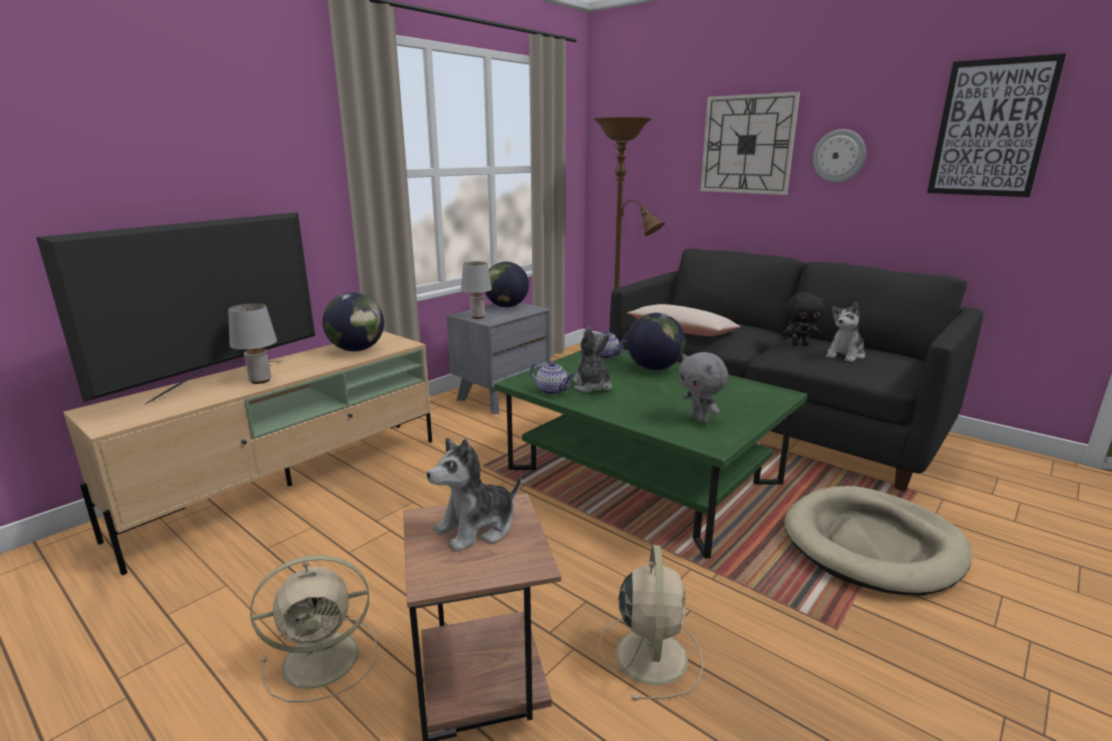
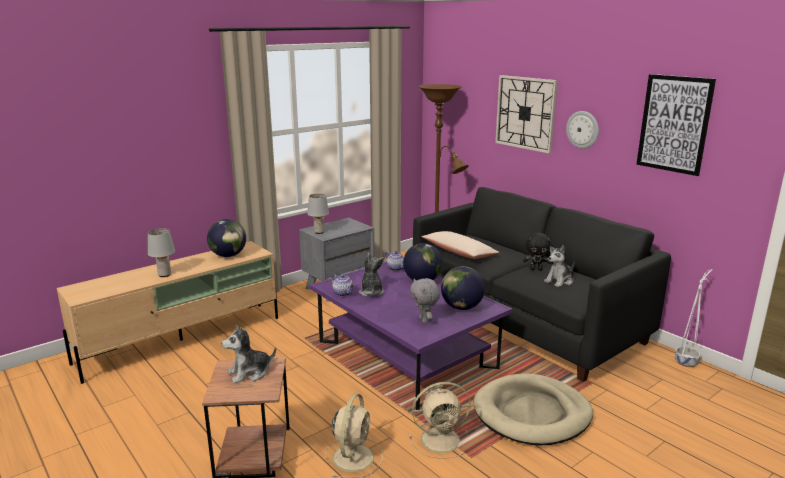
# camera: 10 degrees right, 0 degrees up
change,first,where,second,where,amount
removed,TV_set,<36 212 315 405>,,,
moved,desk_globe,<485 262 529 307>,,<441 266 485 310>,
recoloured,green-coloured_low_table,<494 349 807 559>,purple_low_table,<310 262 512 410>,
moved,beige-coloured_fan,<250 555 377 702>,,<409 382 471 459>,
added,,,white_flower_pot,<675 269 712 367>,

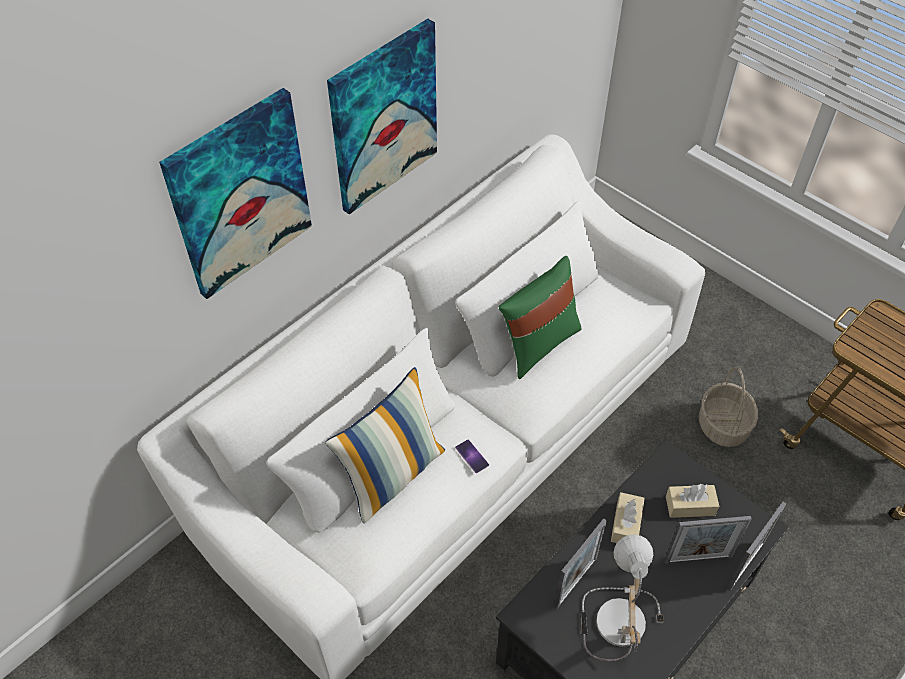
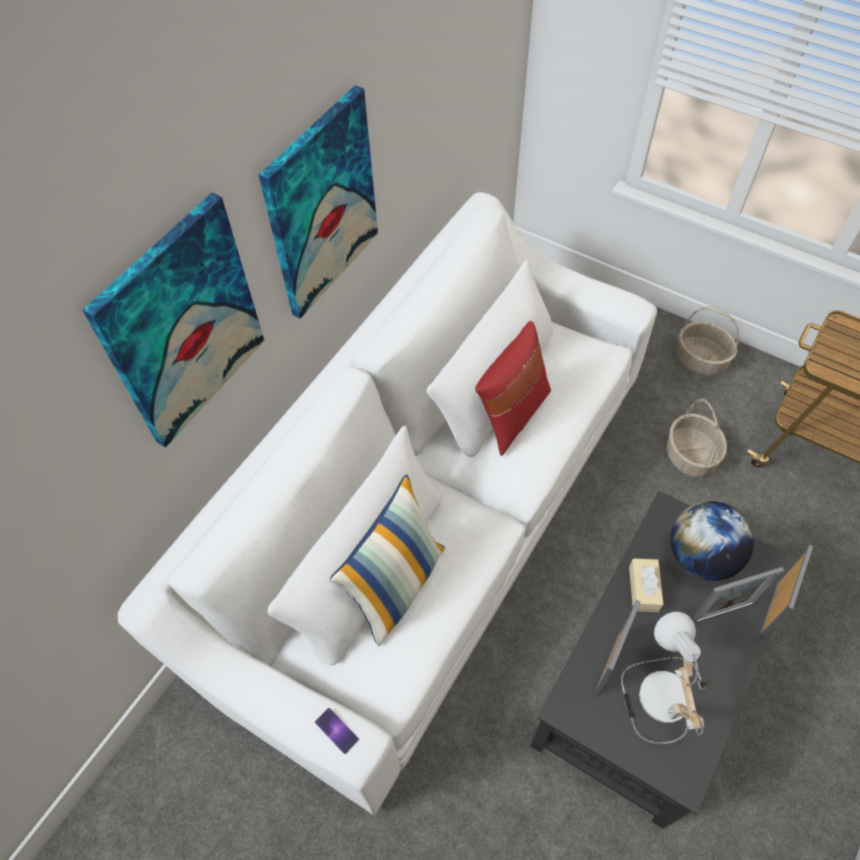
# camera: 10 degrees left, 5 degrees up
change,first,where,second,where,amount
recoloured,green-coloured_cushion,<499 256 582 379>,reddish_cushion,<475 321 551 456>,
moved,telephone,<455 439 489 473>,,<315 708 359 754>,
replaced,beige-coloured_tissue_box,<666 484 719 518>,desk_globe,<670 501 754 581>,
added,,,household_basket,<676 306 739 376>,

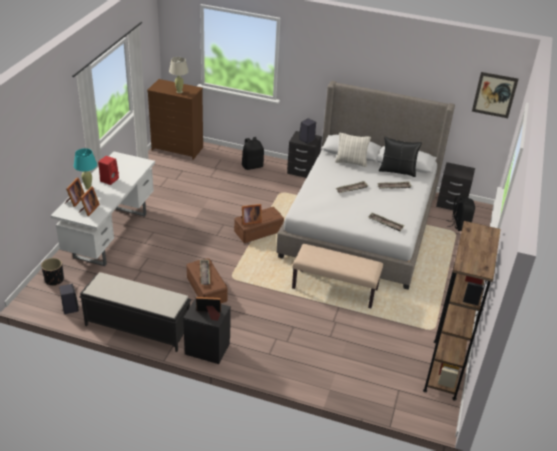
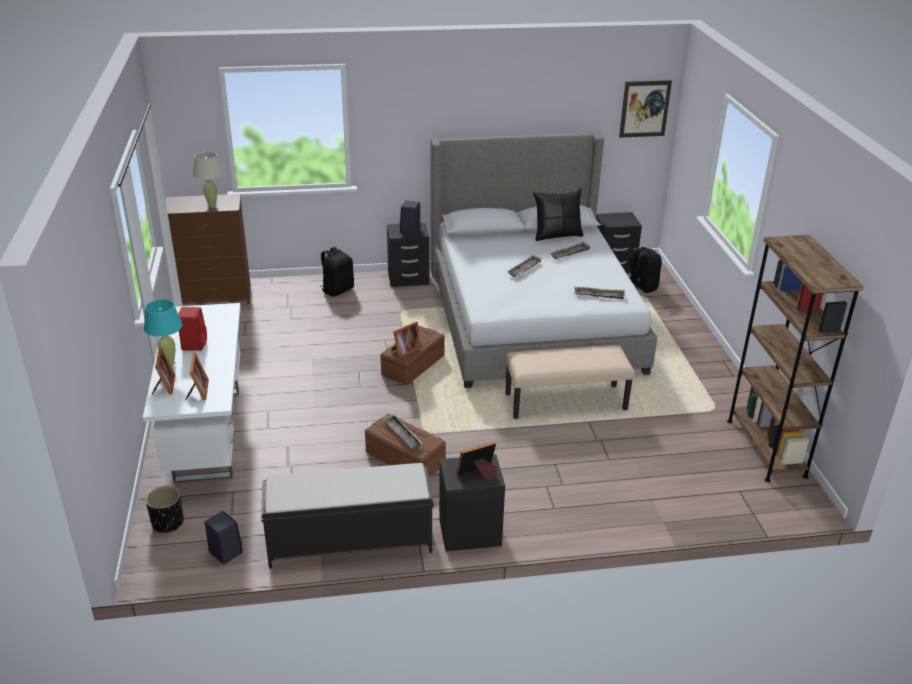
# camera: 25 degrees left, 5 degrees down
change,first,where,second,where,amount
removed,cushion,<335 133 371 167>,,,

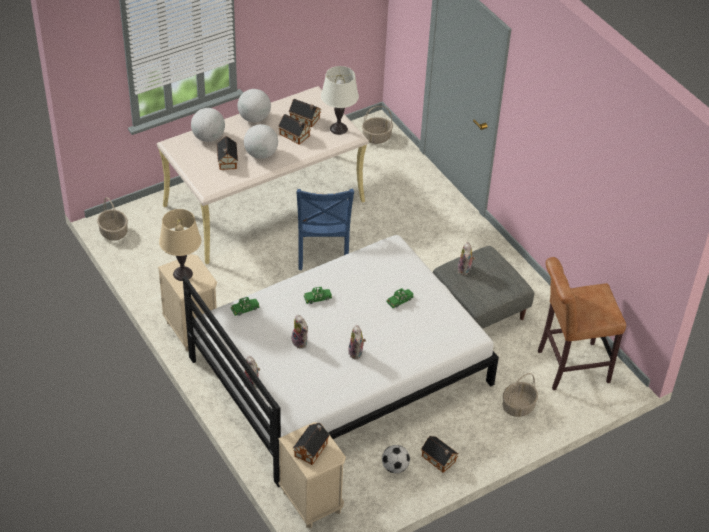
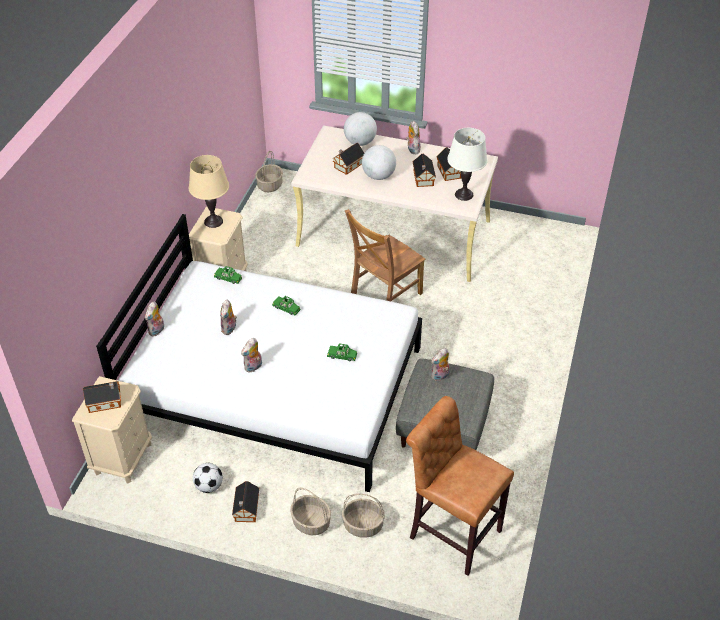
# camera: 50 degrees right, 0 degrees up
change,first,where,second,where,amount
replaced,desk_globe,<238 89 271 122>,soft_toy,<406 121 421 154>,
moved,household_basket,<362 106 393 144>,,<290 488 331 535>,
recoloured,bluish_plain_chair,<296 189 354 270>,brown-coloured_plain_chair,<345 209 426 301>,

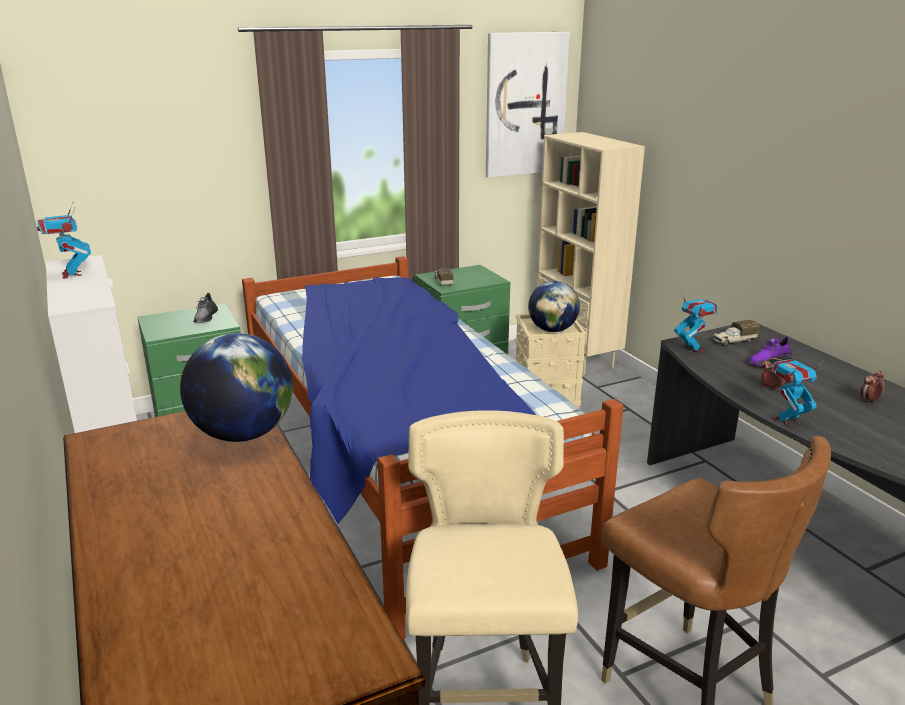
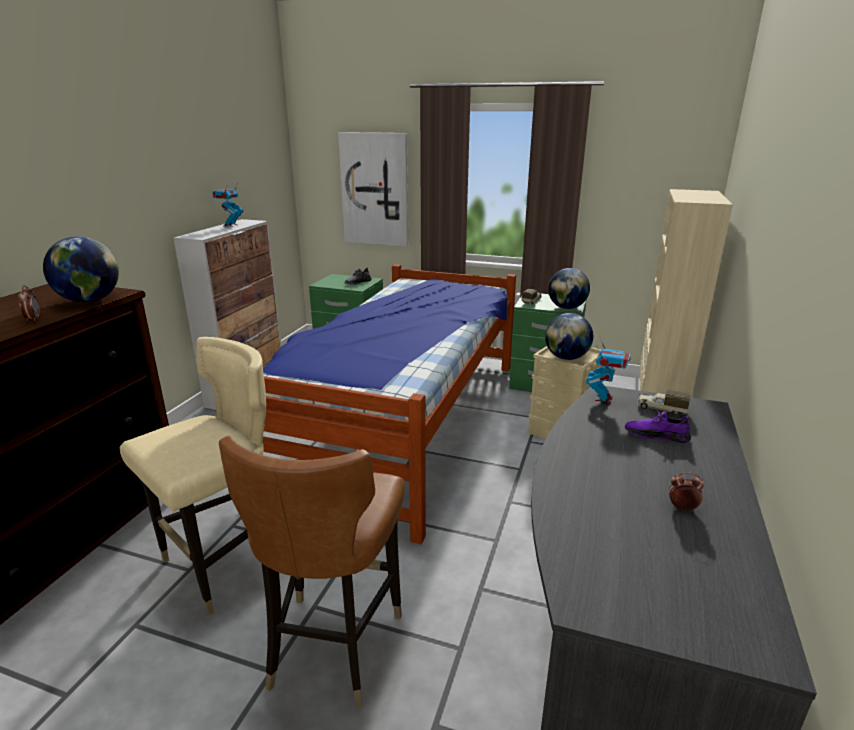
# camera: 45 degrees right, 0 degrees up
change,first,where,second,where,amount
moved,wall_art,<486 32 570 178>,,<338 132 408 247>,
moved,alarm_clock,<760 358 785 390>,,<18 285 40 321>,
removed,model_robot,<772 359 824 427>,,,
added,,,desk_globe,<548 268 590 309>,

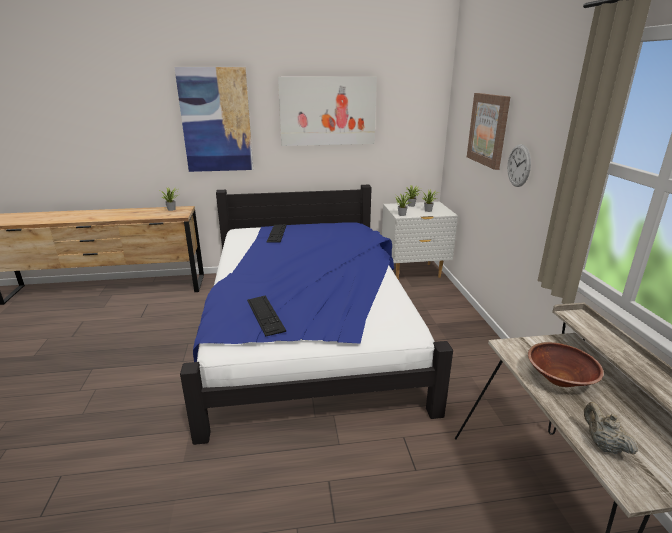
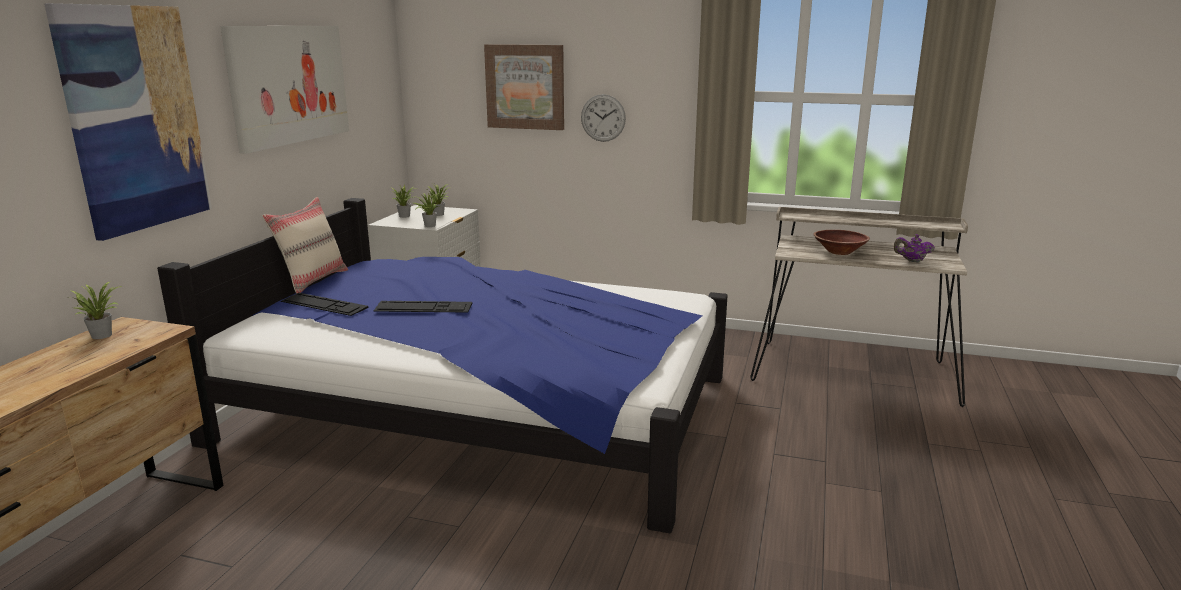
# camera: 65 degrees left, 5 degrees down
change,first,where,second,where,amount
moved,PC_keyboard,<247 295 286 337>,,<374 301 472 313>,
recoloured,beige-coloured_teapot,<584 402 638 454>,purple_teapot,<893 234 935 262>,
added,,,beige-coloured_cushion,<262 197 348 294>,

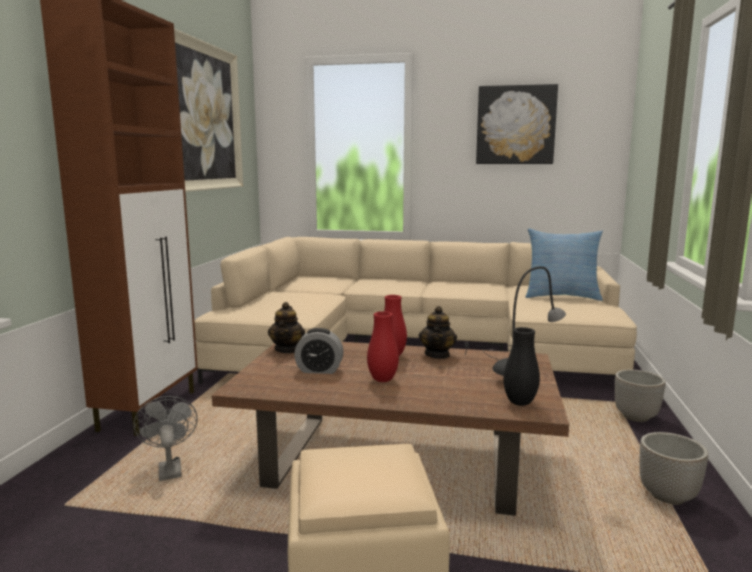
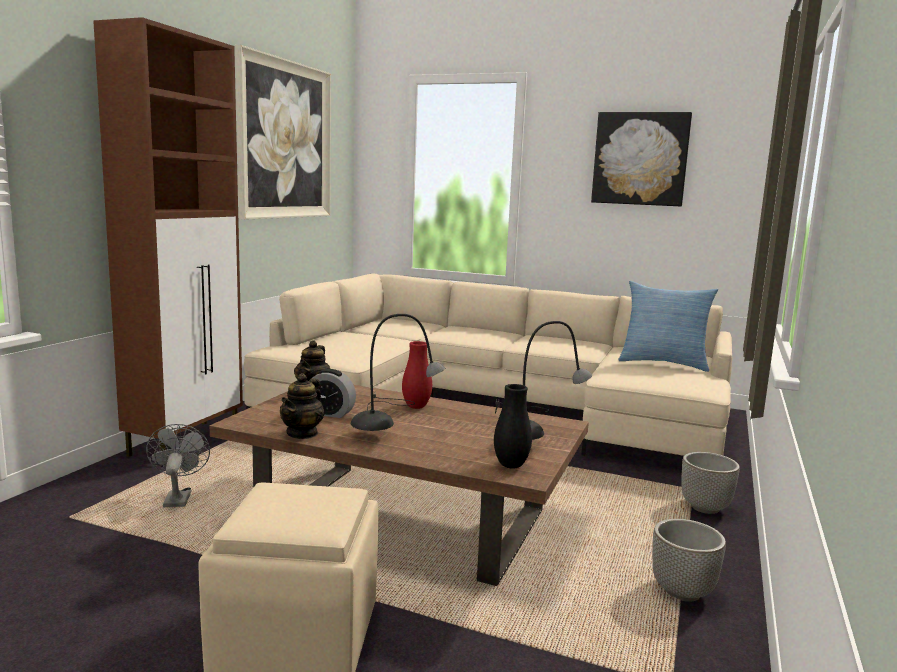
# camera: 10 degrees right, 0 degrees up
change,first,where,second,where,amount
moved,teapot,<419 306 457 359>,,<280 373 324 439>,
replaced,reddish_flower_vase,<367 311 399 382>,grey_tabletop_lamp,<351 314 445 431>,

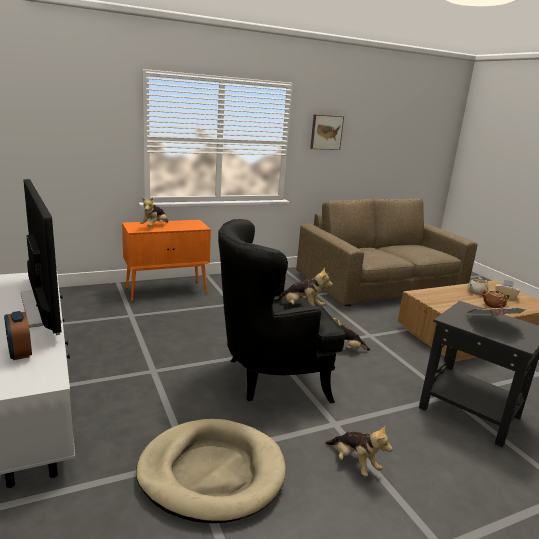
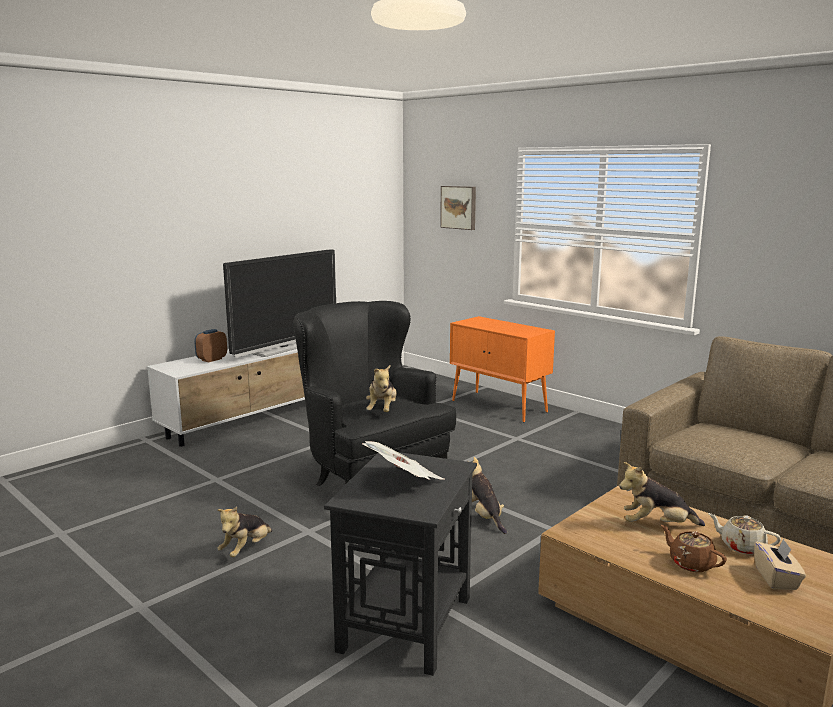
# camera: 70 degrees right, 5 degrees down
change,first,where,second,where,amount
moved,wall_art,<310 114 344 150>,,<440 186 476 230>,
moved,soft_toy,<140 197 168 227>,,<619 462 705 526>,
removed,beige-coloured_pet_bed,<136 419 286 523>,,,

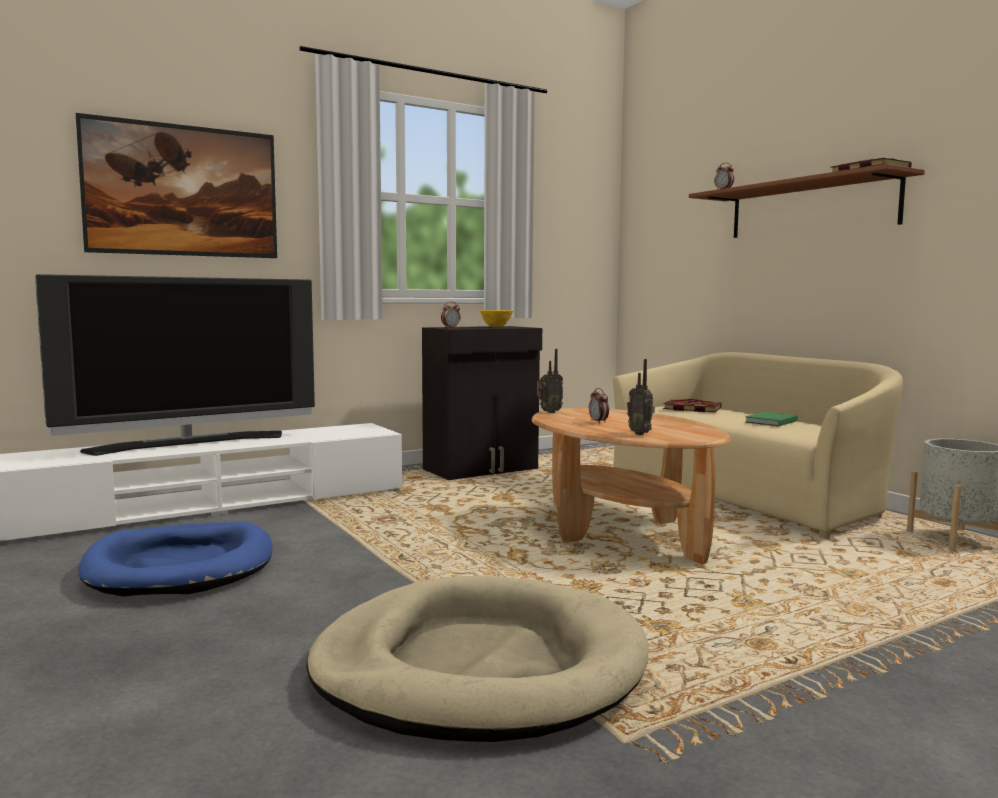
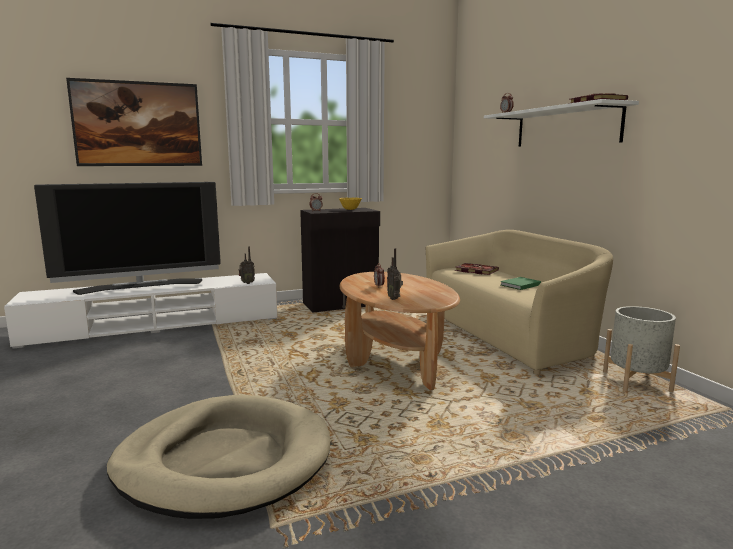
# camera: 10 degrees right, 5 degrees up
change,first,where,second,where,amount
recoloured,brown-coloured_wall_shelf,<689 164 925 238>,white_wall_shelf,<484 99 639 147>,
moved,radio_set,<537 349 563 413>,,<239 246 255 284>,
removed,bluish_pet_bed,<78 521 273 597>,,,

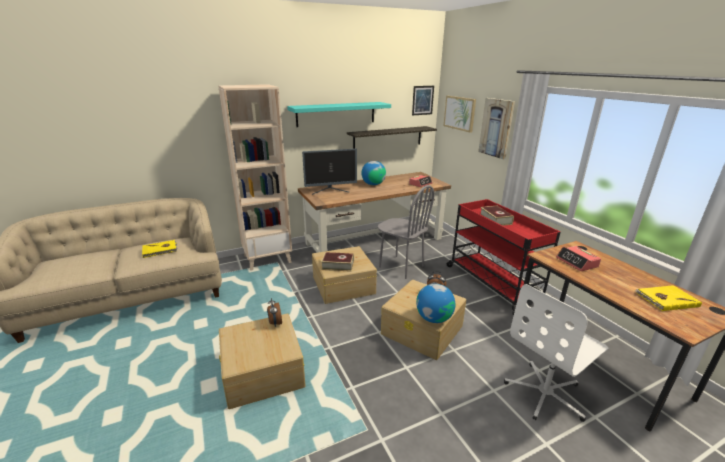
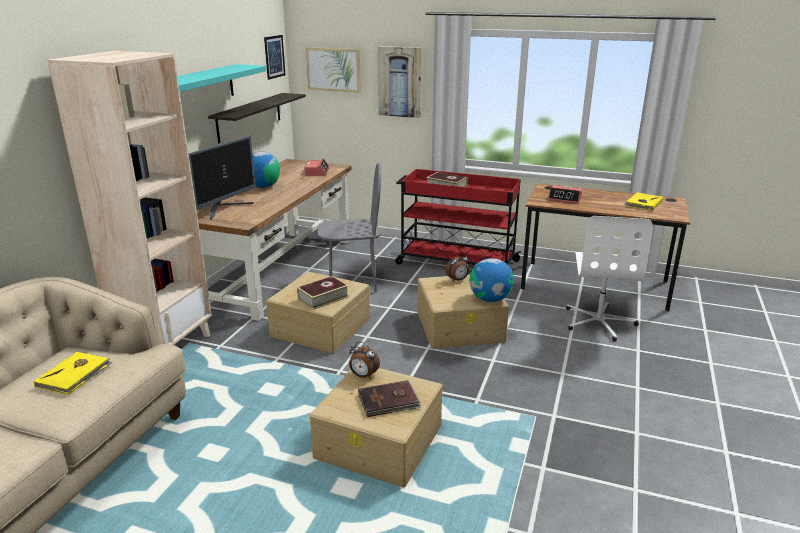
# camera: 45 degrees left, 0 degrees up
change,first,where,second,where,amount
added,,,brown-coloured_volume,<358 380 421 417>,

